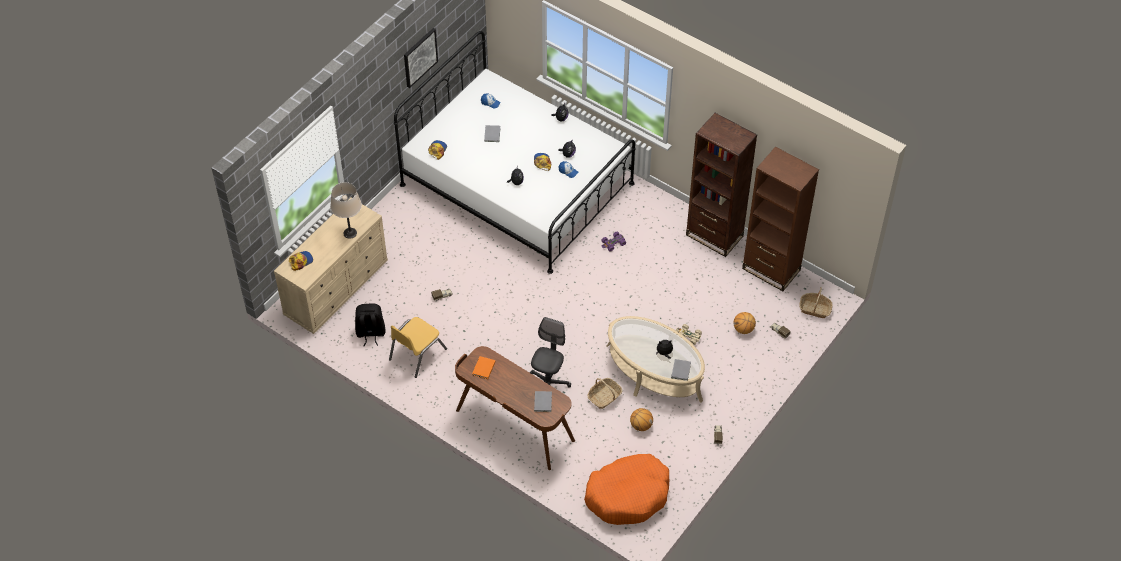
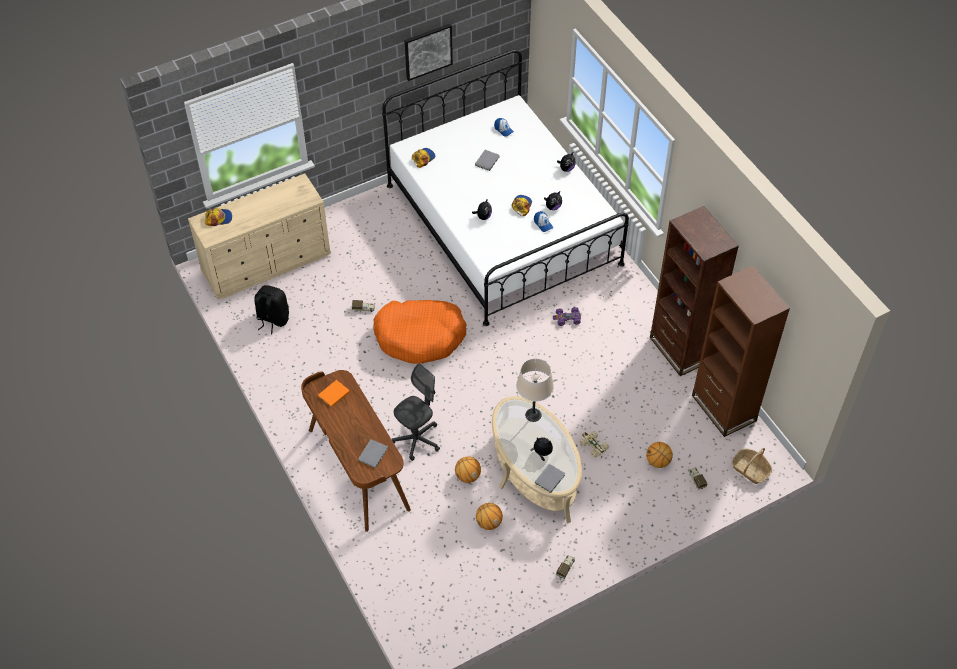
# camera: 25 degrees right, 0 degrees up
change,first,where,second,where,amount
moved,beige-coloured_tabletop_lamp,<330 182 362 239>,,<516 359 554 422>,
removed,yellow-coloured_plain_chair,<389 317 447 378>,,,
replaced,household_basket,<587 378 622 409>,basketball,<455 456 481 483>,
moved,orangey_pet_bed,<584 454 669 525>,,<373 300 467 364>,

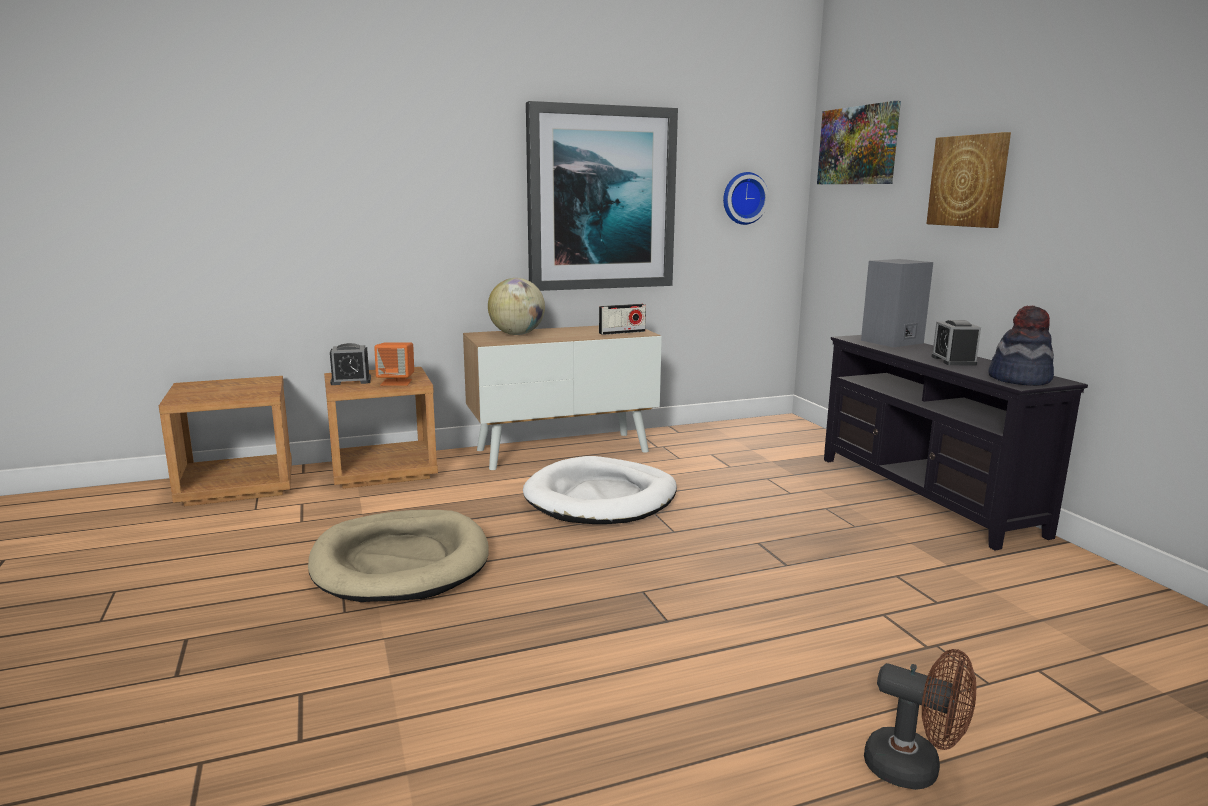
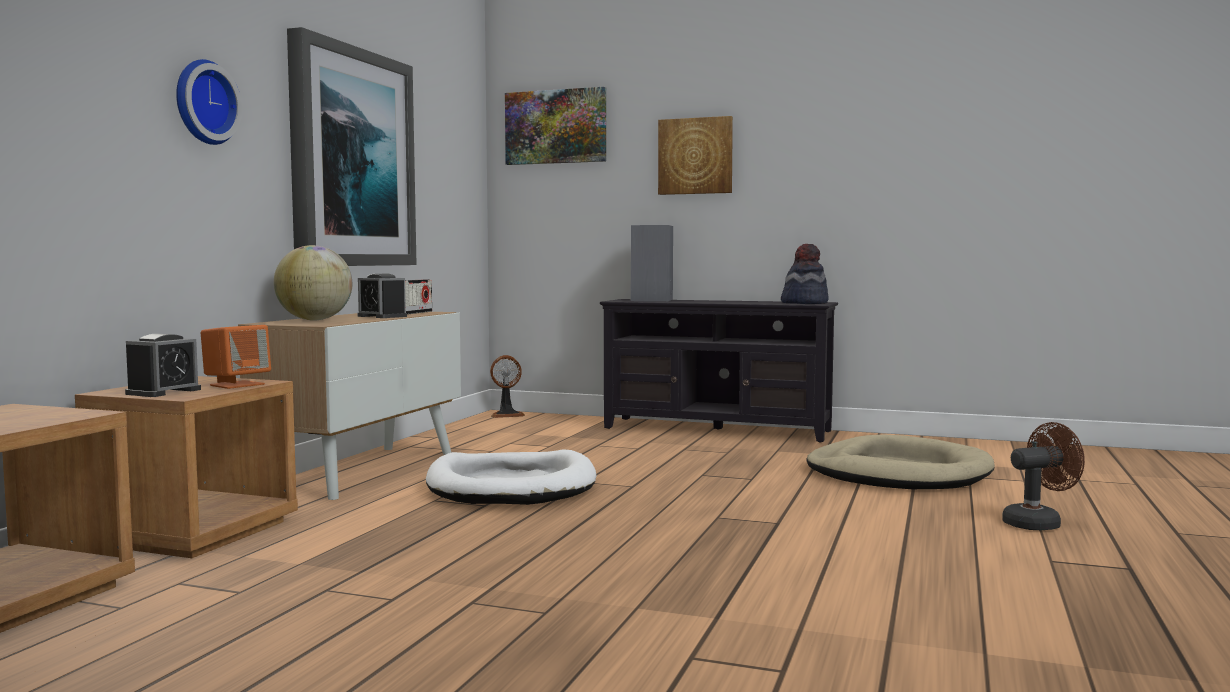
# camera: 50 degrees left, 10 degrees down
change,first,where,second,where,amount
moved,wall_clock,<723 172 769 225>,,<176 59 242 145>,
moved,alarm_clock,<931 320 981 365>,,<358 274 407 318>,
moved,beige-coloured_pet_bed,<308 510 489 602>,,<807 435 995 489>,
added,,,fan,<490 355 525 418>,

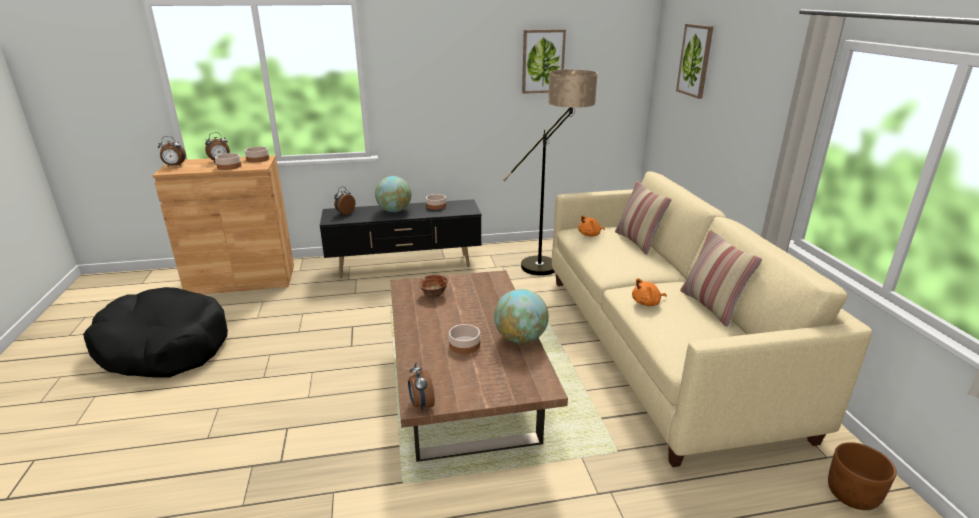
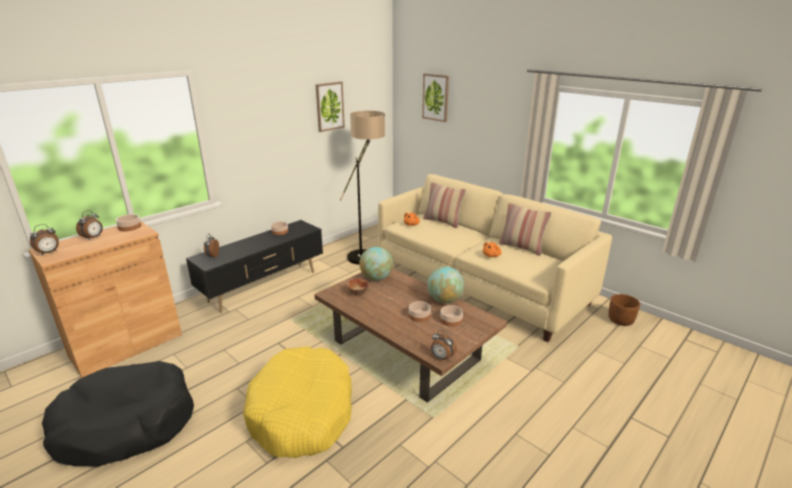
# camera: 35 degrees left, 0 degrees up
change,first,where,second,where,amount
moved,deep_dish,<215 153 242 170>,,<440 305 463 327>,
moved,desk_globe,<375 176 412 212>,,<359 247 393 281>,
added,,,yellow-coloured_pet_bed,<243 346 352 458>,

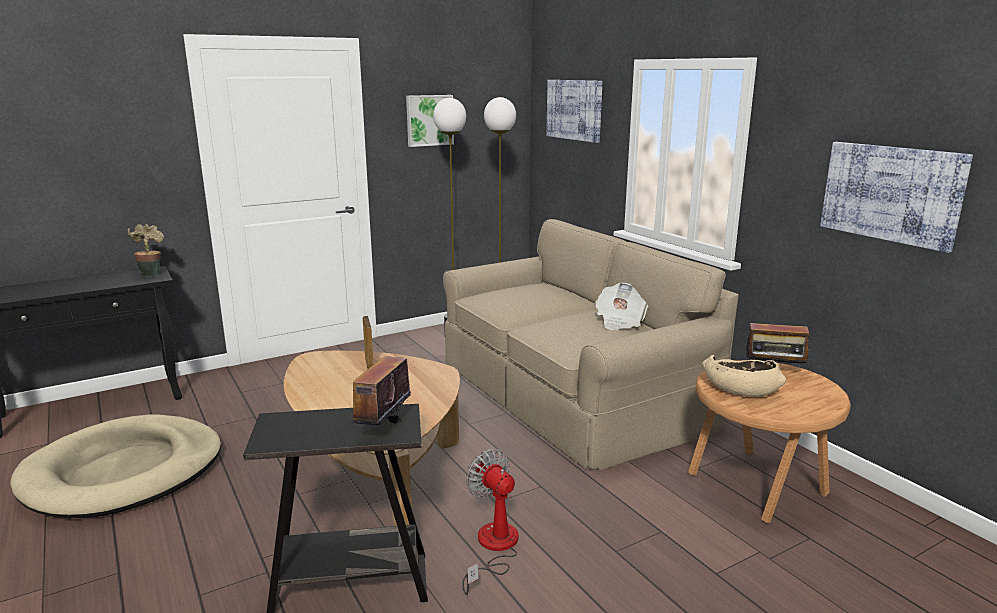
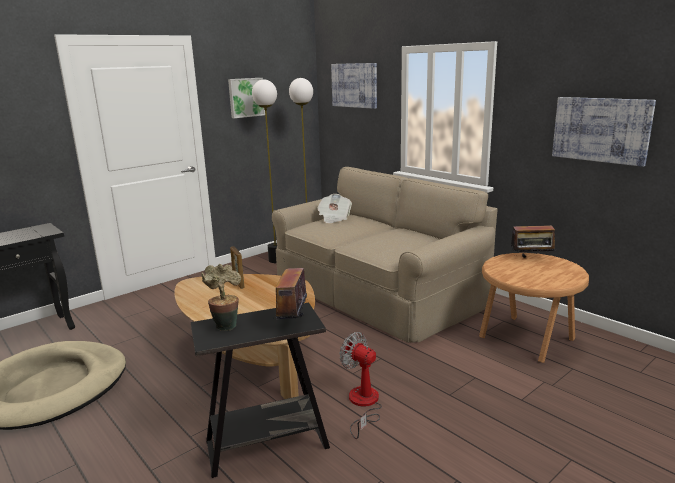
# camera: 10 degrees left, 0 degrees up
change,first,where,second,where,amount
moved,potted_plant,<127 224 164 277>,,<201 264 241 331>,
moved,printed_paper,<595 283 648 330>,,<317 194 352 223>,
removed,beige-coloured_deep_dish,<702 355 786 397>,,,

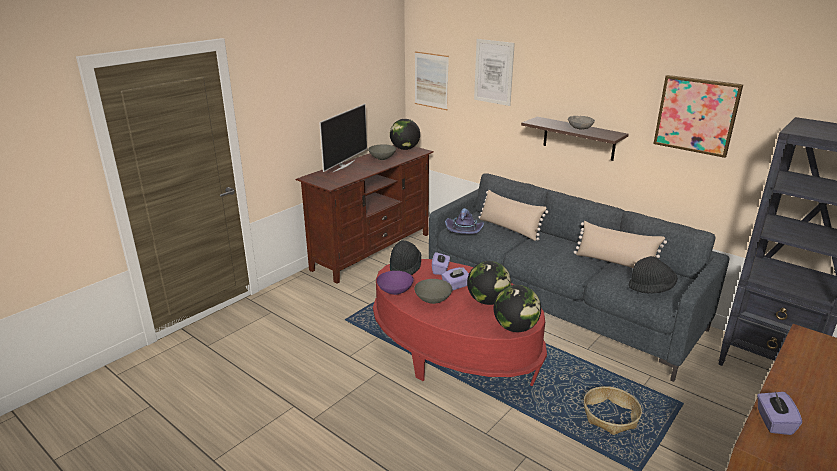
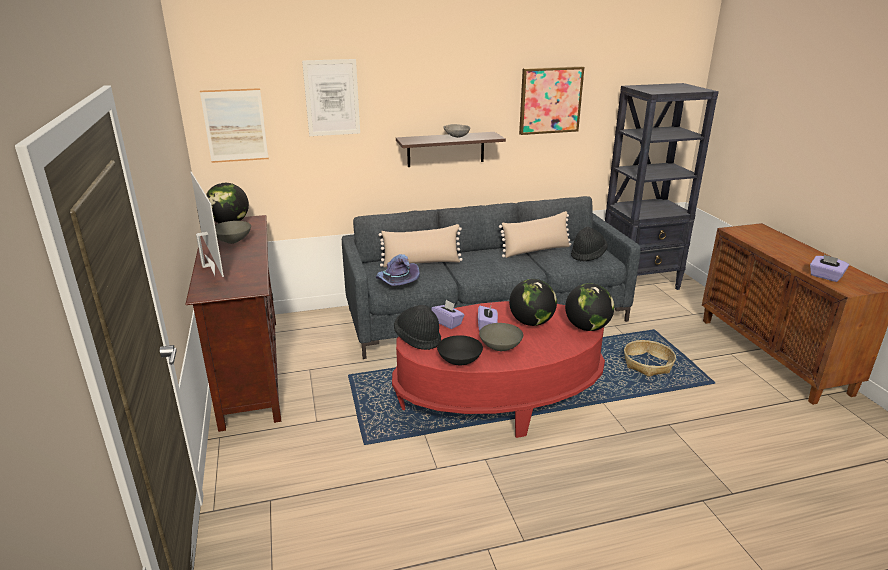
# camera: 55 degrees left, 0 degrees up
change,first,where,second,where,amount
recoloured,purple_deep_dish,<377 271 414 295>,black-coloured_deep_dish,<437 335 483 366>,

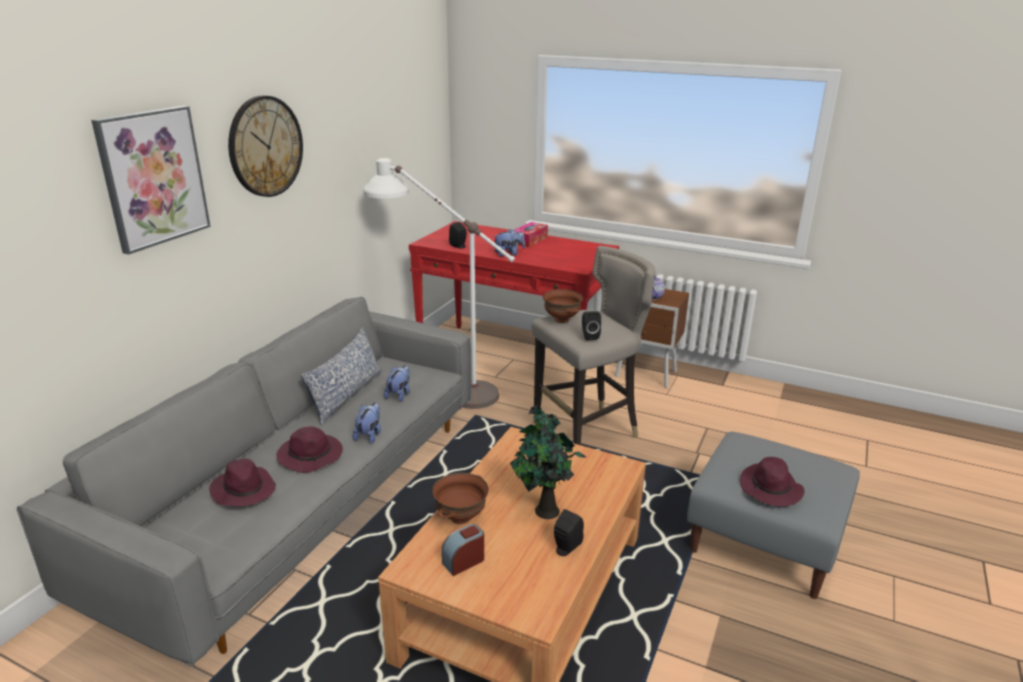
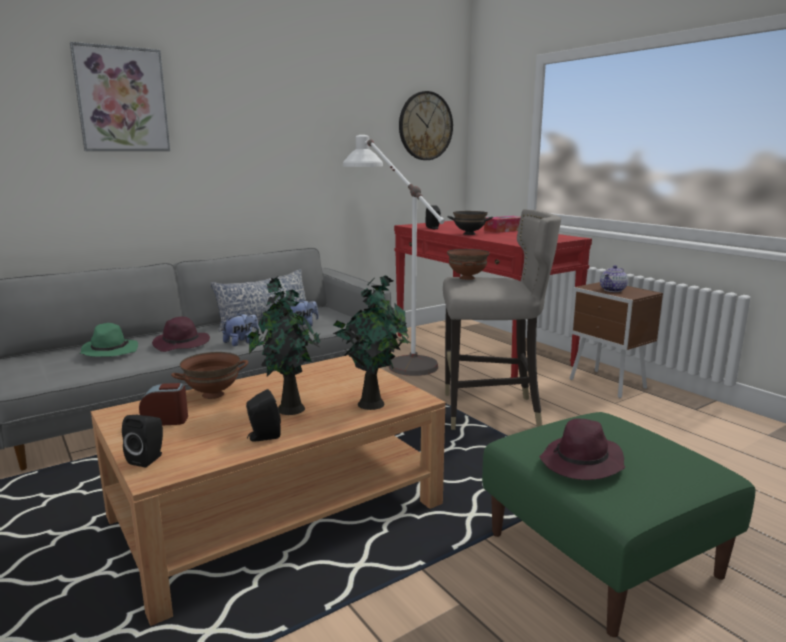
# camera: 30 degrees right, 10 degrees down
change,first,where,second,where,amount
moved,wall_clock,<228 96 303 197>,,<399 91 453 160>,
replaced,soft_toy,<495 229 525 257>,black-coloured_deep_dish,<447 211 493 235>,
moved,black-coloured_loudspeaker,<582 311 601 341>,,<122 415 163 467>,
recoloured,grey_ottoman,<687 432 860 599>,green-coloured_ottoman,<482 412 756 637>,
recoloured,purple_wearable_hat,<209 459 276 506>,green-coloured_wearable_hat,<80 323 138 357>,
added,,,potted_plant,<333 275 410 410>,

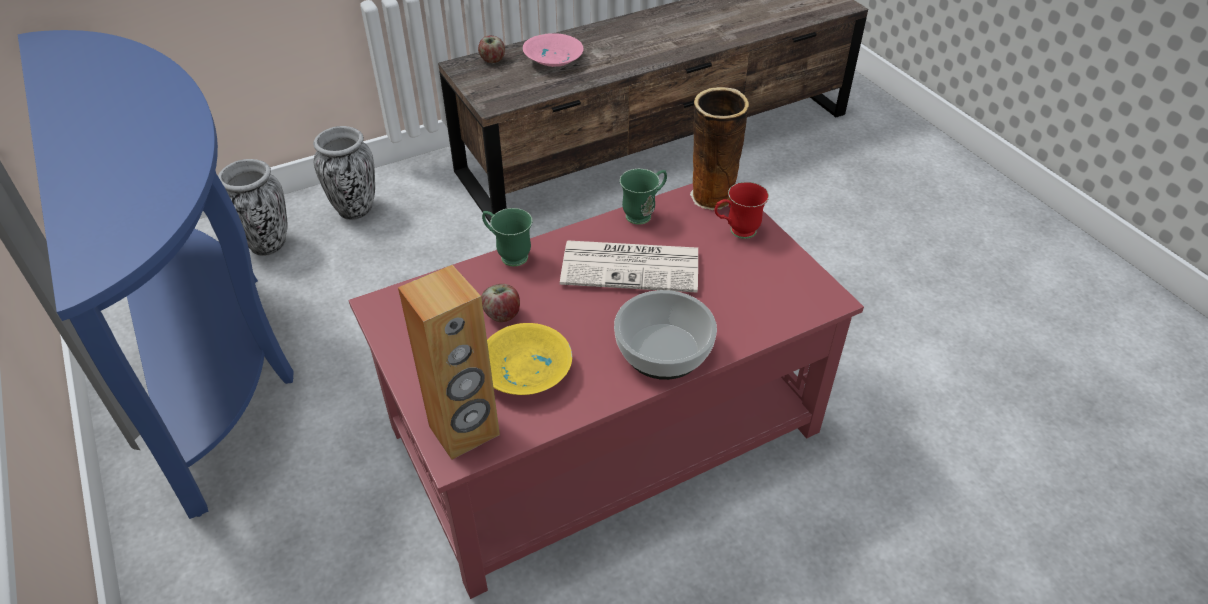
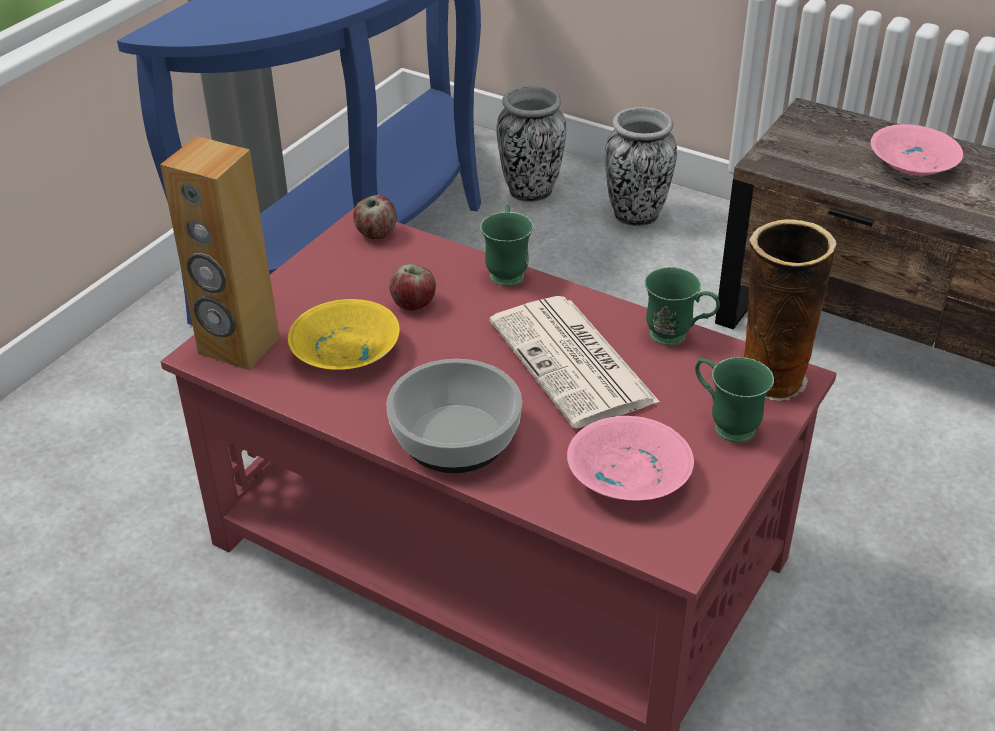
# camera: 60 degrees right, 5 degrees down
change,first,where,second,where,amount
moved,apple_fruit,<478 36 505 63>,,<353 195 397 239>,
recoloured,reddish_coffee_mug,<715 182 769 239>,green-coloured_coffee_mug,<695 357 774 442>,
added,,,pink-coloured_deep_dish,<567 416 694 501>,

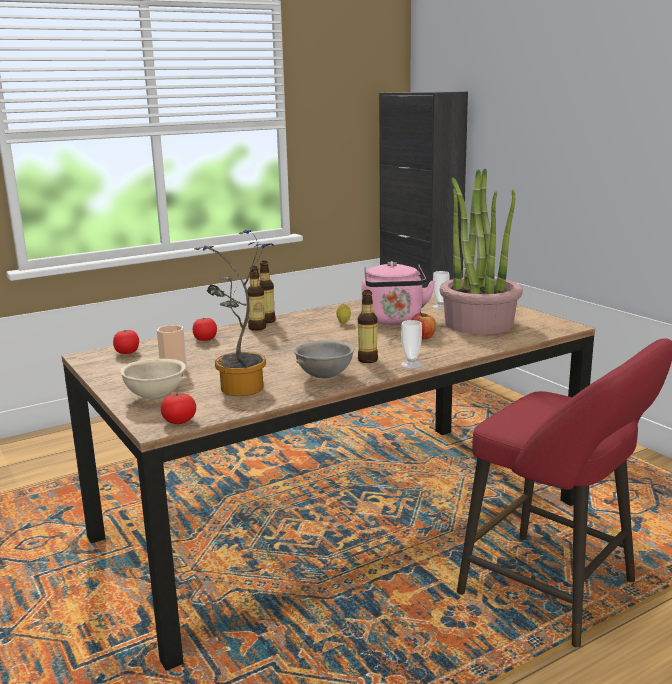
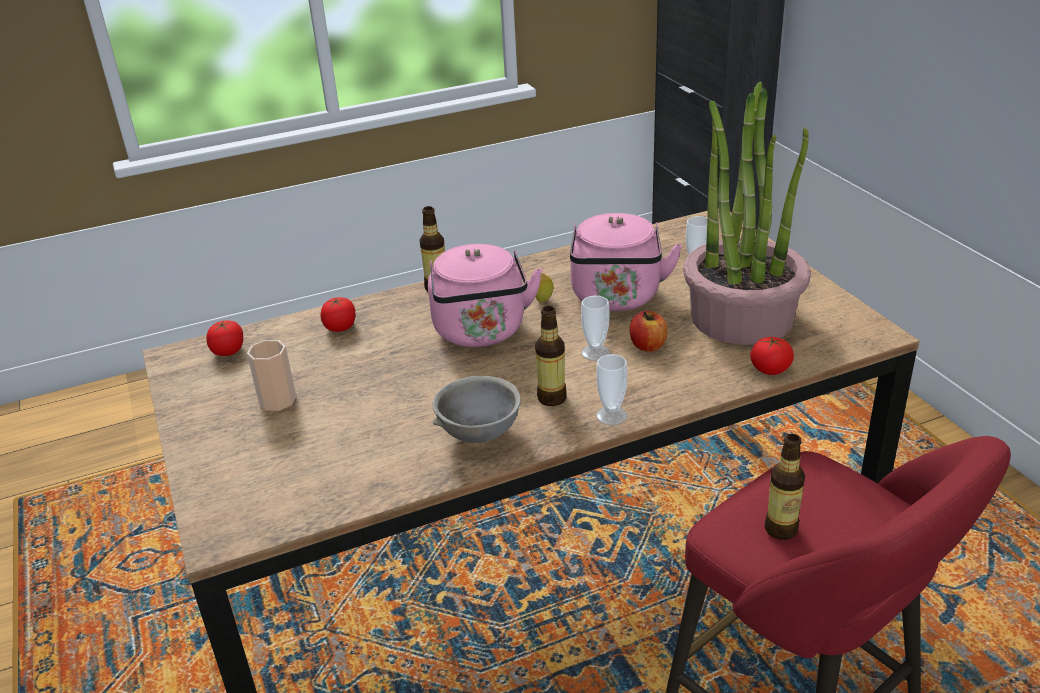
# camera: 10 degrees right, 15 degrees up
change,first,where,second,where,amount
removed,potted_plant,<194 230 273 396>,,,
moved,drink_bottle,<247 266 266 331>,,<765 434 805 540>,
removed,beige-coloured_deep_dish,<120 359 187 399>,,,
moved,whole_tomato,<161 393 196 424>,,<750 336 794 375>,
added,,,pink-coloured_tea_kettle,<428 244 543 347>,
added,,,small_cup,<581 296 610 361>,

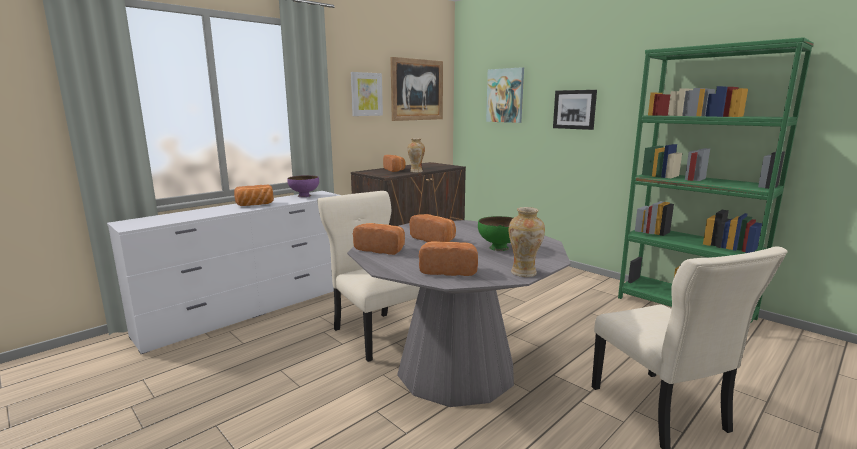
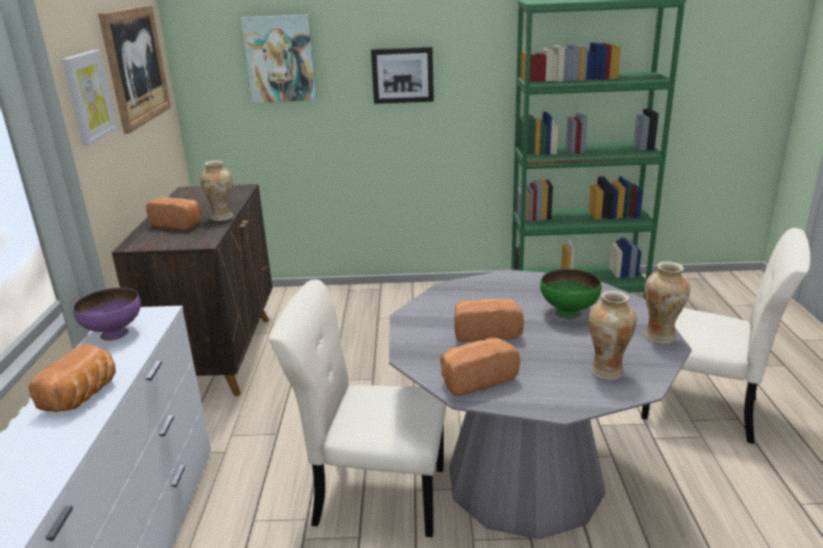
# camera: 45 degrees left, 10 degrees up
change,first,where,second,where,amount
replaced,bakery_bread,<419 241 478 276>,flower_vase,<588 291 637 380>,

